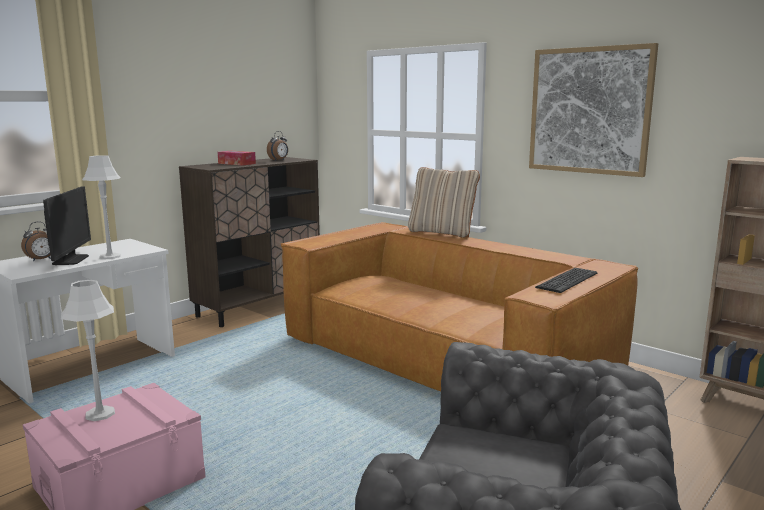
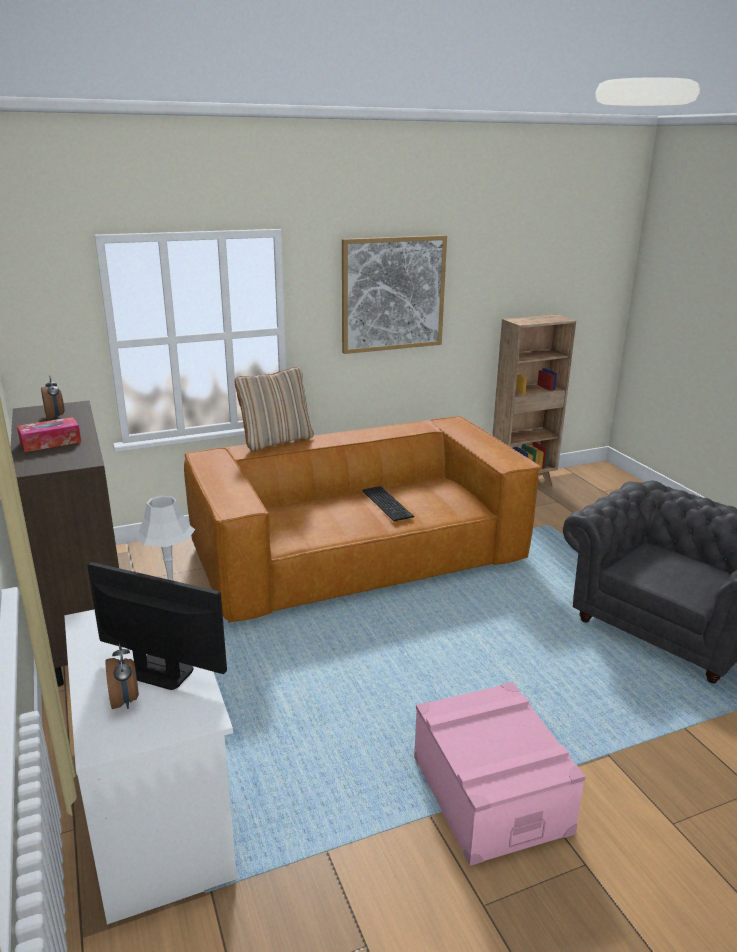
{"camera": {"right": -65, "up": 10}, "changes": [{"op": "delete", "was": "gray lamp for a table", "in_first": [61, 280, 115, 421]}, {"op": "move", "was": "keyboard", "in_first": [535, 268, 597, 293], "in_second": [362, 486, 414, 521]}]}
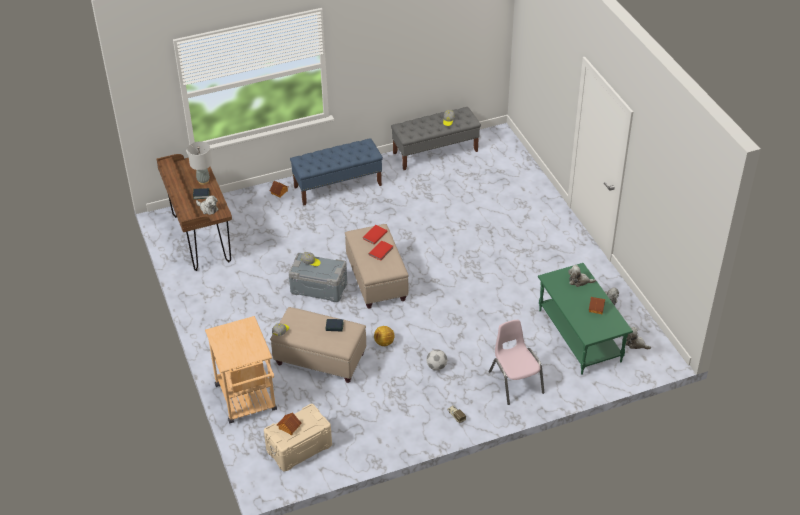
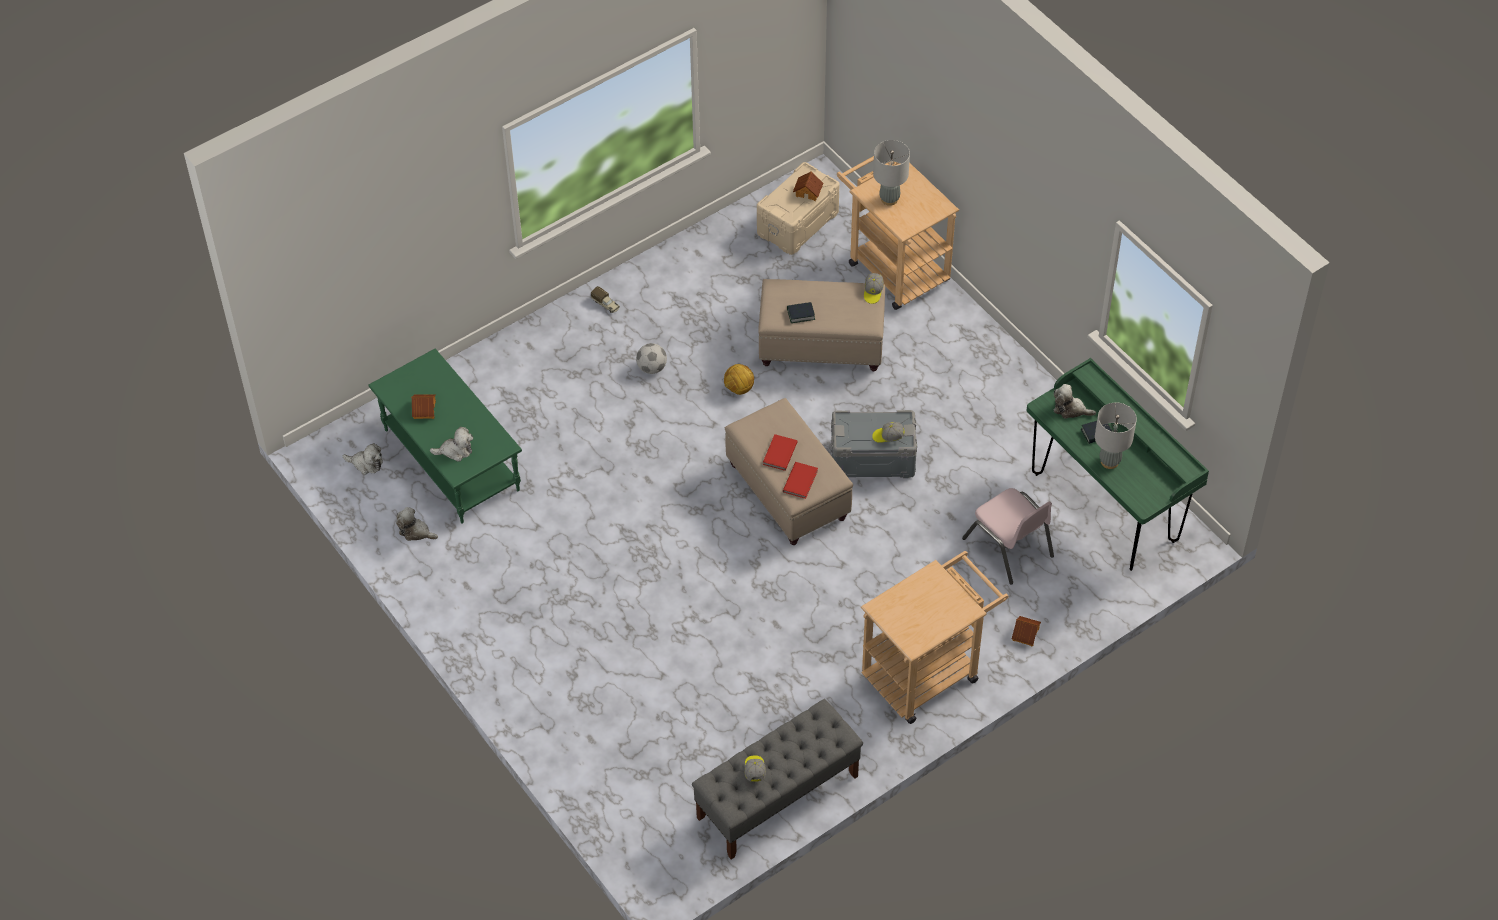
{"camera": {"right": 165, "up": 10}, "changes": [{"op": "insert", "now": "gray lamp for a table", "in_second": [873, 140, 910, 206]}, {"op": "move", "was": "pinkish chair", "in_first": [489, 320, 545, 405], "in_second": [962, 488, 1054, 585]}, {"op": "replace", "was": "blue-coloured indoor bench", "now": "sand-coloured wheeled cart", "in_first": [290, 138, 383, 206], "in_second": [861, 551, 1009, 724]}, {"op": "recolor", "was": "brownish desk table", "now": "green desk table", "in_first": [157, 154, 232, 271], "in_second": [1027, 358, 1209, 571]}]}
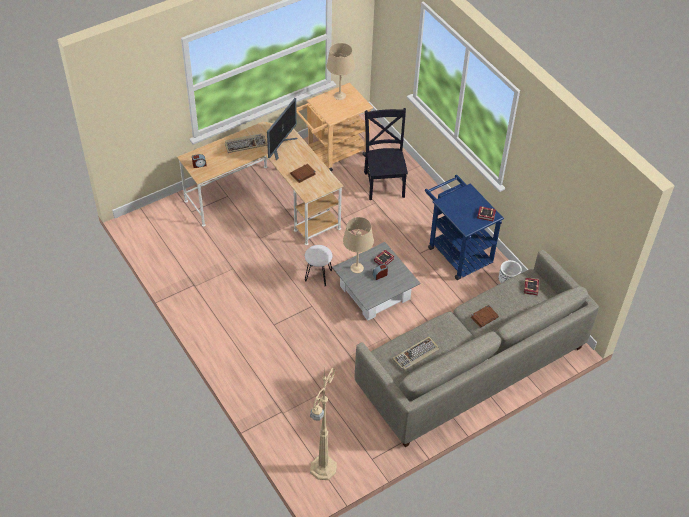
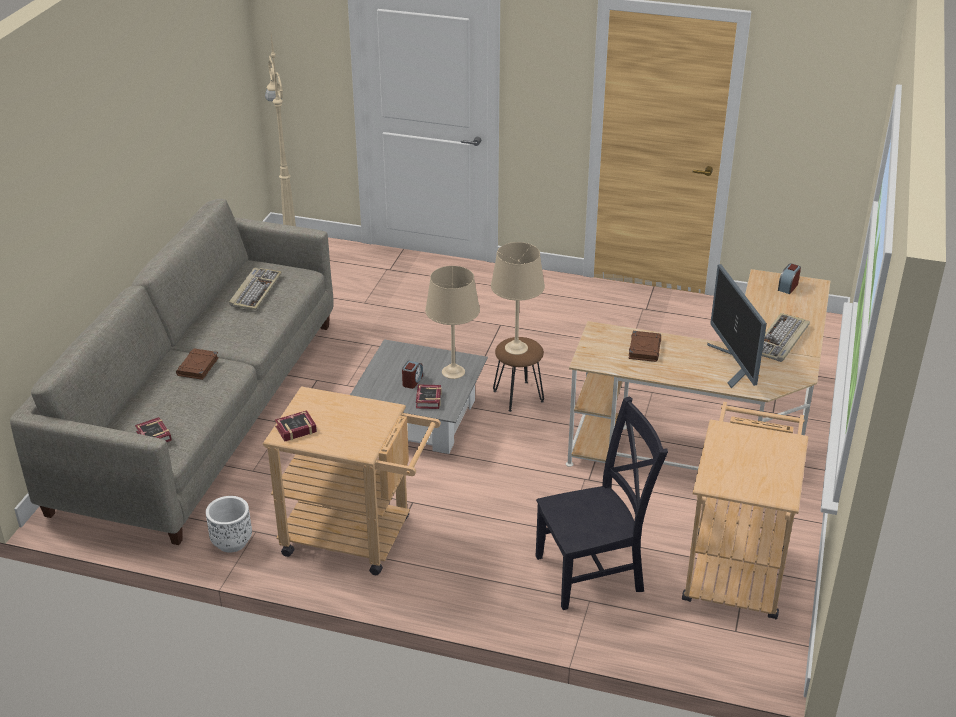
{"camera": {"right": 140, "up": -15}, "changes": [{"op": "move", "was": "sand-coloured lamp for a table", "in_first": [326, 43, 355, 100], "in_second": [491, 242, 545, 355]}, {"op": "recolor", "was": "white sitting stool", "now": "brownish sitting stool", "in_first": [305, 245, 332, 286], "in_second": [493, 337, 544, 412]}, {"op": "recolor", "was": "blue-coloured wheeled cart", "now": "sand-coloured wheeled cart", "in_first": [425, 175, 504, 280], "in_second": [263, 386, 441, 575]}, {"op": "rotate", "was": "blackish chair", "in_first": [364, 108, 408, 200], "in_second": [536, 396, 668, 610], "clockwise": -60}]}
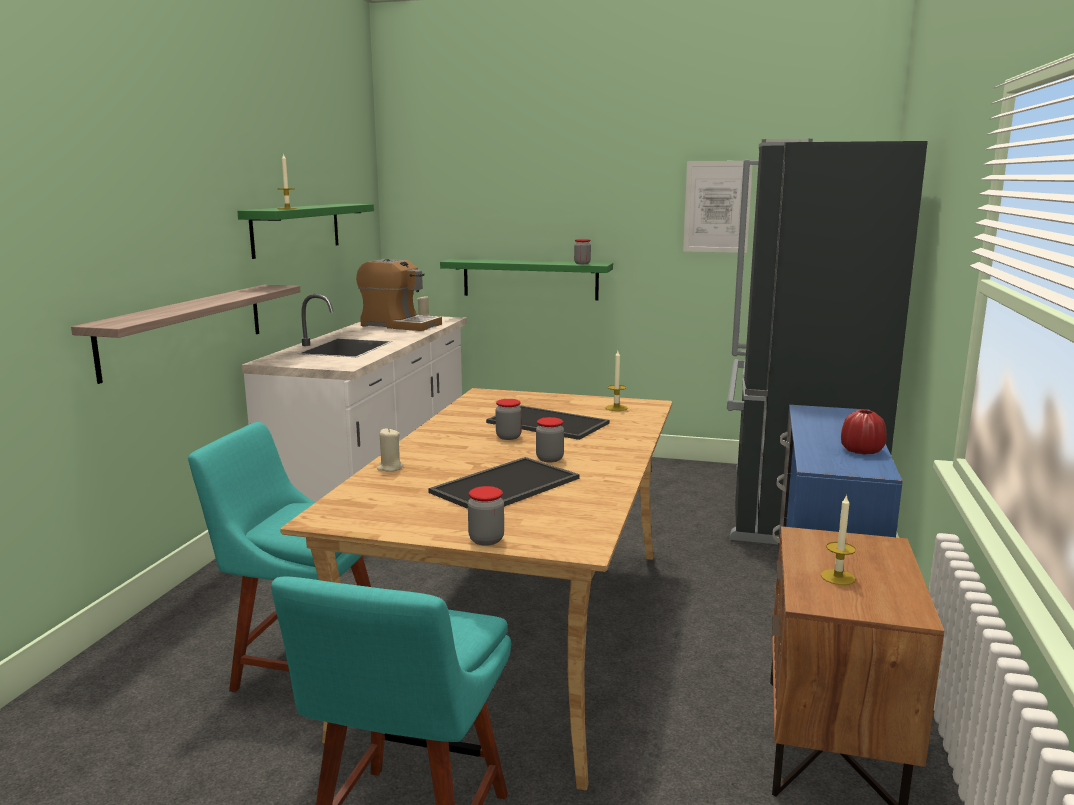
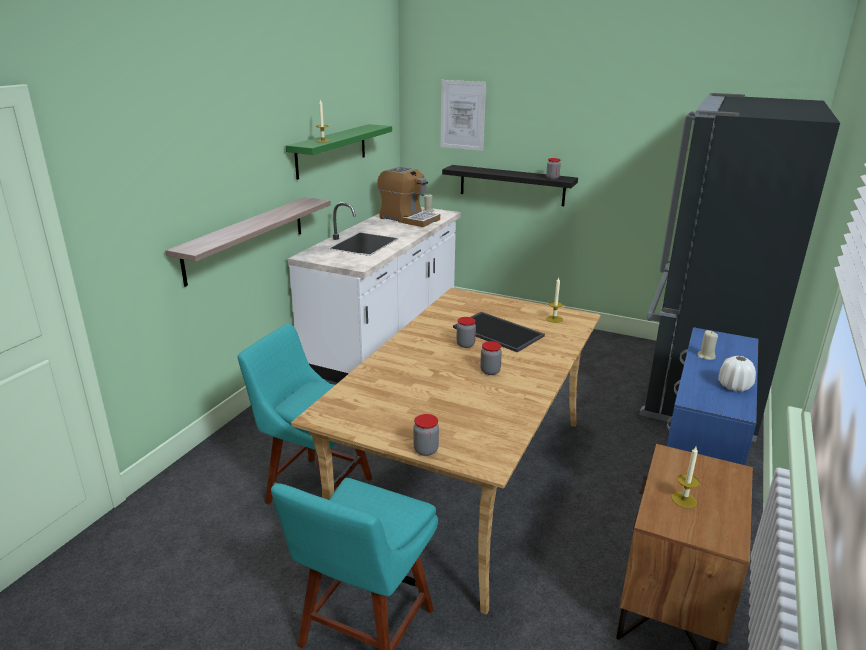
{"camera": {"right": 10, "up": 10}, "changes": [{"op": "delete", "was": "tray", "in_first": [428, 457, 579, 509]}, {"op": "move", "was": "sand-coloured wax candle", "in_first": [377, 428, 403, 472], "in_second": [697, 330, 718, 360]}, {"op": "move", "was": "wall picture", "in_first": [683, 161, 753, 253], "in_second": [441, 80, 486, 151]}, {"op": "recolor", "was": "green bracket shelf", "now": "blackish bracket shelf", "in_first": [440, 259, 613, 300], "in_second": [442, 165, 578, 206]}, {"op": "recolor", "was": "red-coloured vase", "now": "white vase", "in_first": [841, 410, 887, 455], "in_second": [718, 356, 756, 392]}]}
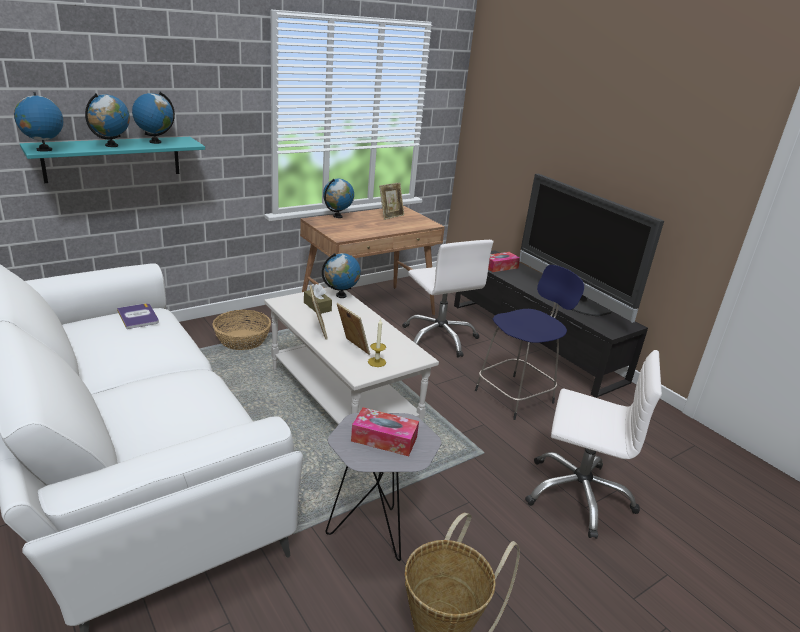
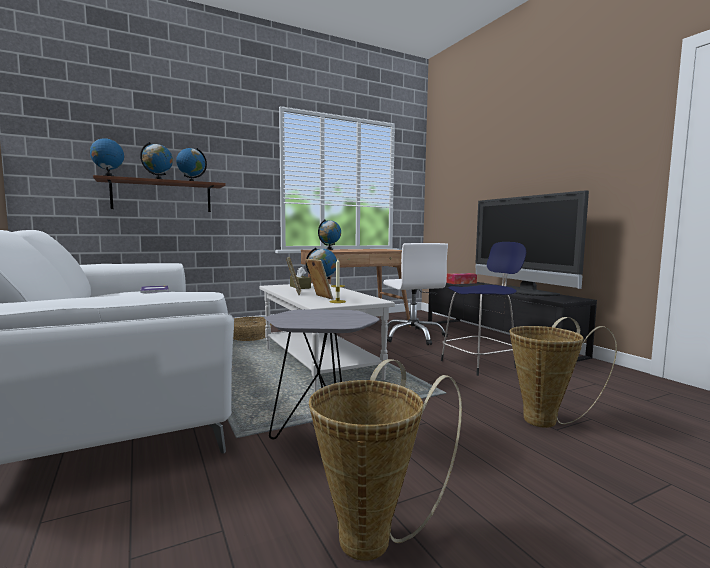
{"camera": {"right": 10, "up": -20}, "changes": [{"op": "delete", "was": "box of tissues", "in_first": [351, 407, 419, 456]}, {"op": "delete", "was": "picture frame", "in_first": [379, 182, 404, 220]}, {"op": "replace", "was": "white office chair", "now": "storage basket", "in_first": [525, 350, 662, 539], "in_second": [509, 317, 617, 428]}, {"op": "recolor", "was": "turquoise bracket shelf", "now": "brownish bracket shelf", "in_first": [20, 137, 205, 183], "in_second": [93, 175, 226, 212]}]}
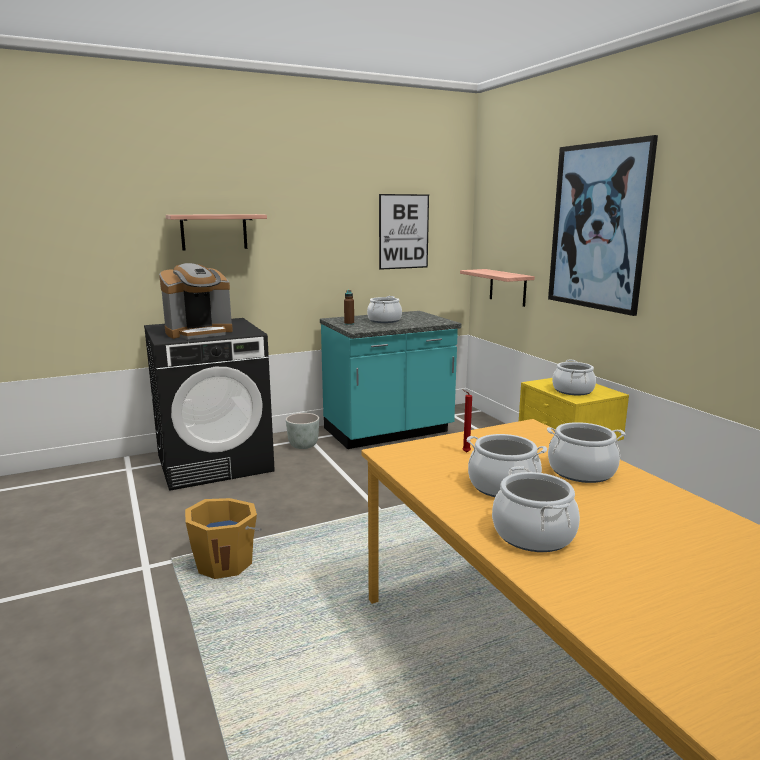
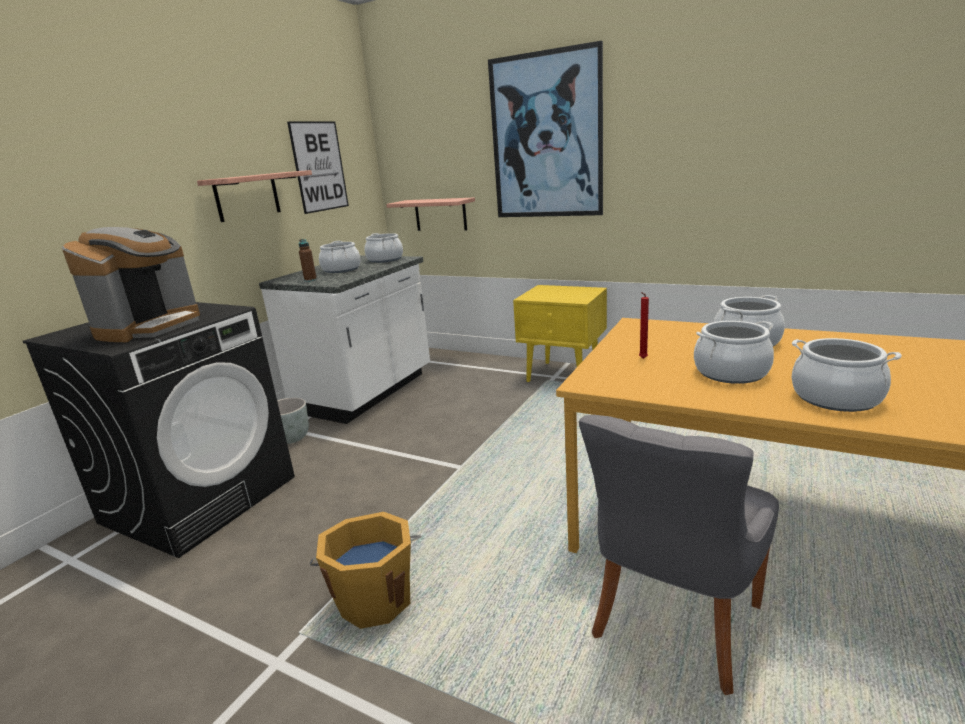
{"camera": {"right": -35, "up": 5}, "changes": [{"op": "insert", "now": "gray chair", "in_second": [579, 415, 779, 695]}, {"op": "move", "was": "bracket shelf", "in_first": [166, 214, 267, 251], "in_second": [197, 170, 312, 222]}, {"op": "move", "was": "cooking pot", "in_first": [552, 360, 596, 395], "in_second": [364, 233, 403, 263]}, {"op": "recolor", "was": "turquoise counter", "now": "white counter", "in_first": [320, 311, 461, 449], "in_second": [259, 256, 430, 424]}]}
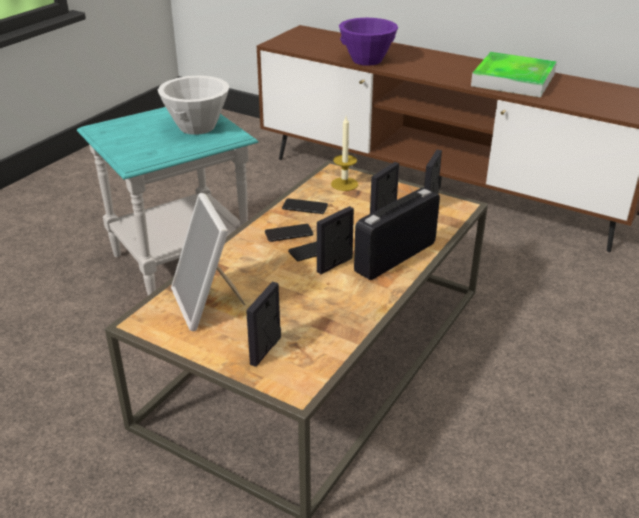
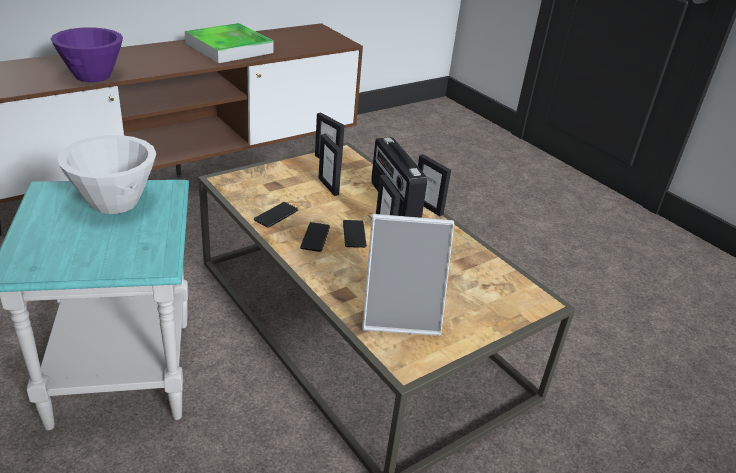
{"camera": {"right": -70, "up": 0}, "changes": [{"op": "delete", "was": "wax candle", "in_first": [331, 117, 358, 191]}, {"op": "move", "was": "picture frame", "in_first": [246, 282, 281, 367], "in_second": [418, 154, 451, 216]}]}
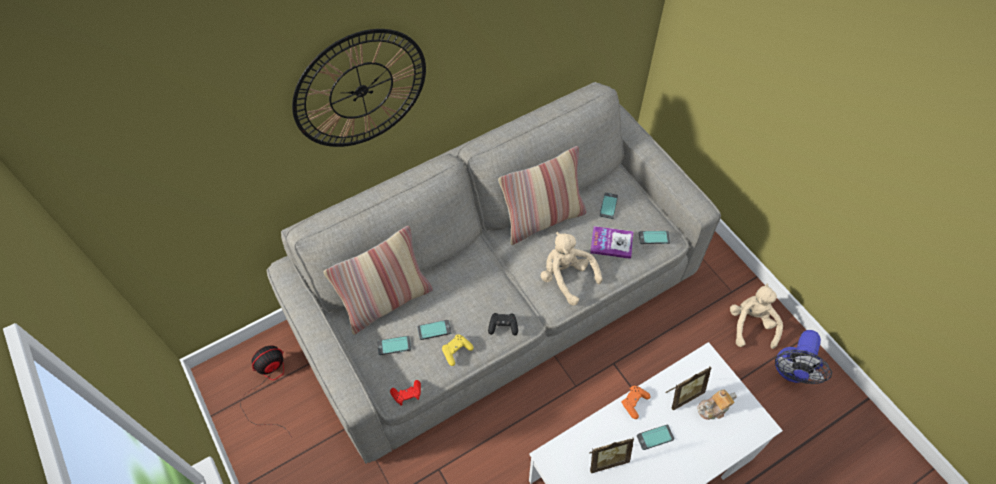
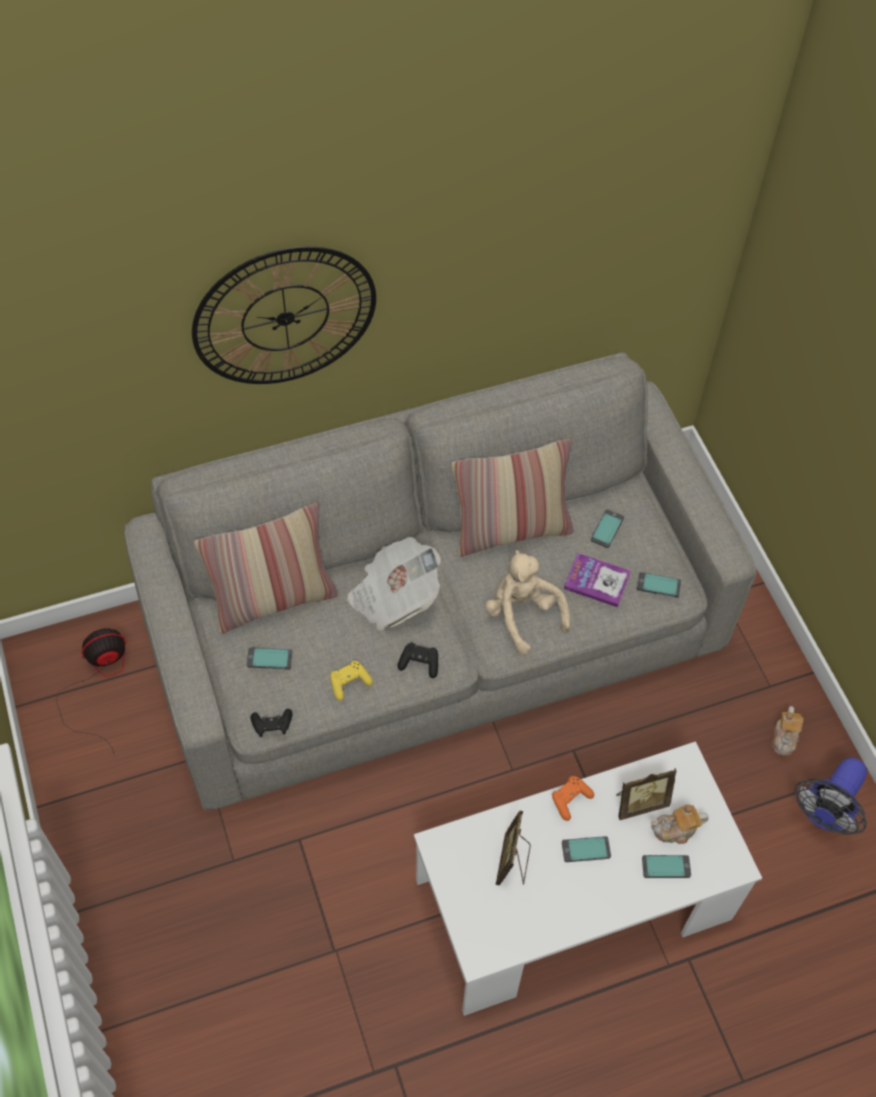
{"camera": {"right": 10, "up": 0}, "changes": [{"op": "insert", "now": "newspaper", "in_second": [348, 537, 441, 631]}, {"op": "move", "was": "telephone", "in_first": [418, 320, 452, 340], "in_second": [642, 855, 691, 878]}, {"op": "replace", "was": "sand-coloured plush toy", "now": "tea pot", "in_first": [730, 284, 783, 349], "in_second": [772, 706, 803, 756]}, {"op": "recolor", "was": "red-coloured game controller", "now": "blackish game controller", "in_first": [390, 380, 421, 406], "in_second": [250, 709, 293, 737]}, {"op": "rotate", "was": "picture frame", "in_first": [589, 438, 634, 473], "in_second": [496, 810, 531, 885], "clockwise": 105}]}
